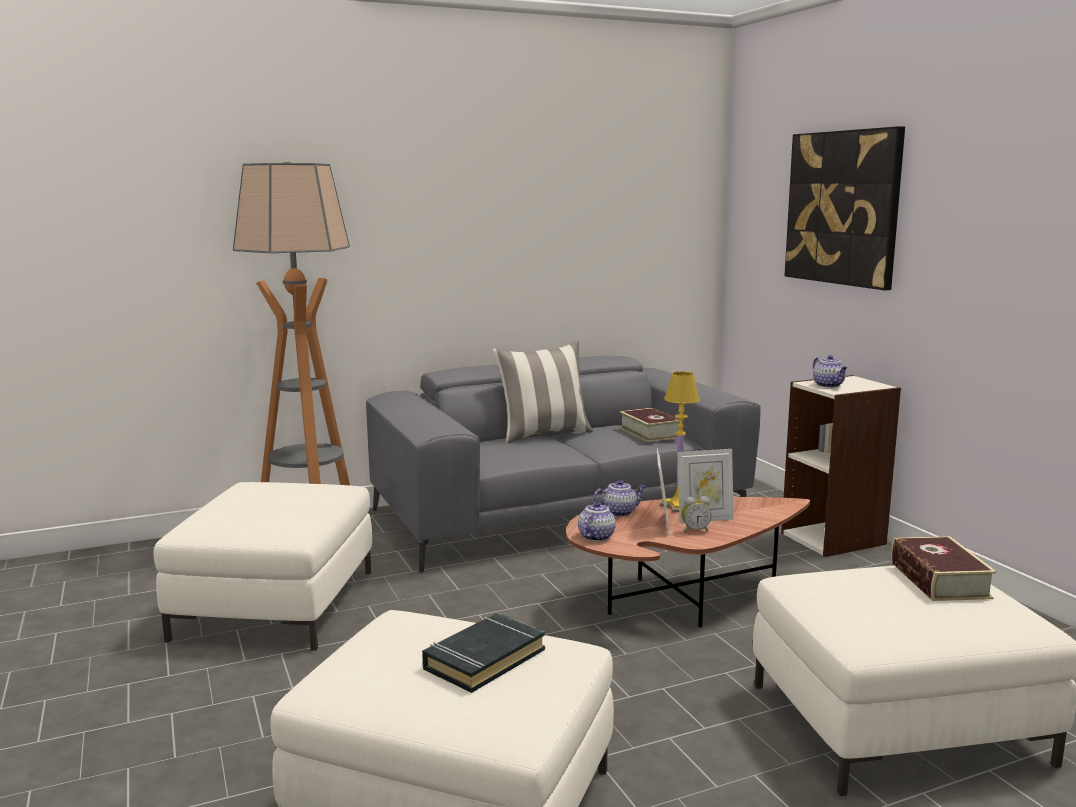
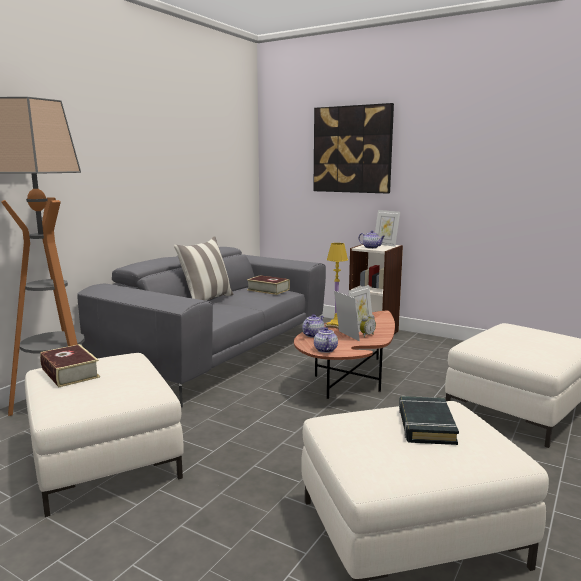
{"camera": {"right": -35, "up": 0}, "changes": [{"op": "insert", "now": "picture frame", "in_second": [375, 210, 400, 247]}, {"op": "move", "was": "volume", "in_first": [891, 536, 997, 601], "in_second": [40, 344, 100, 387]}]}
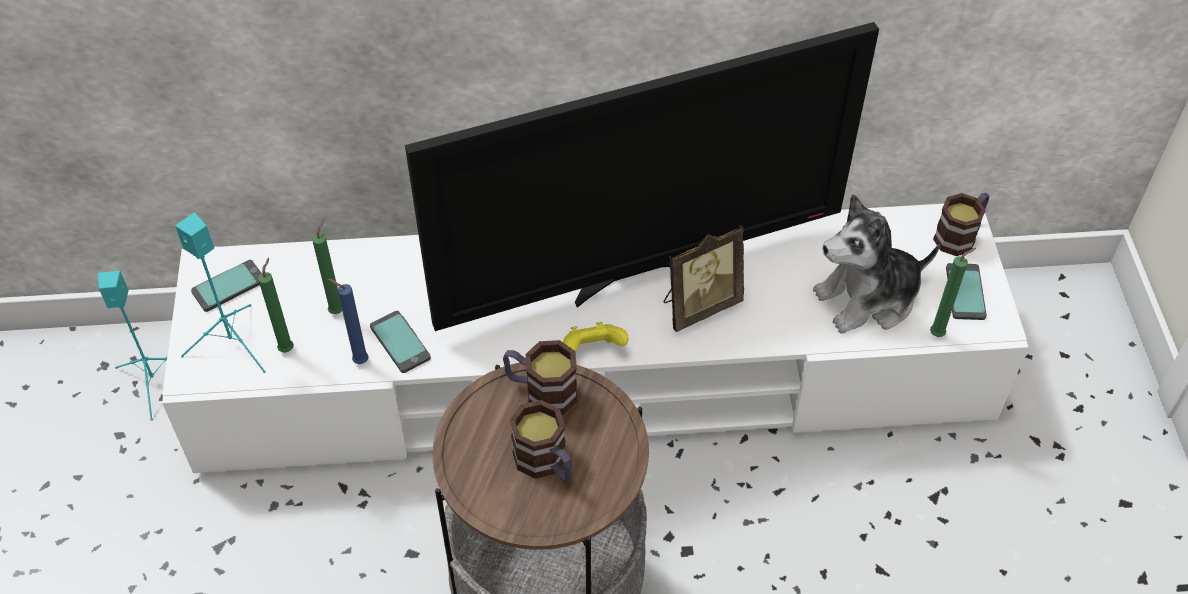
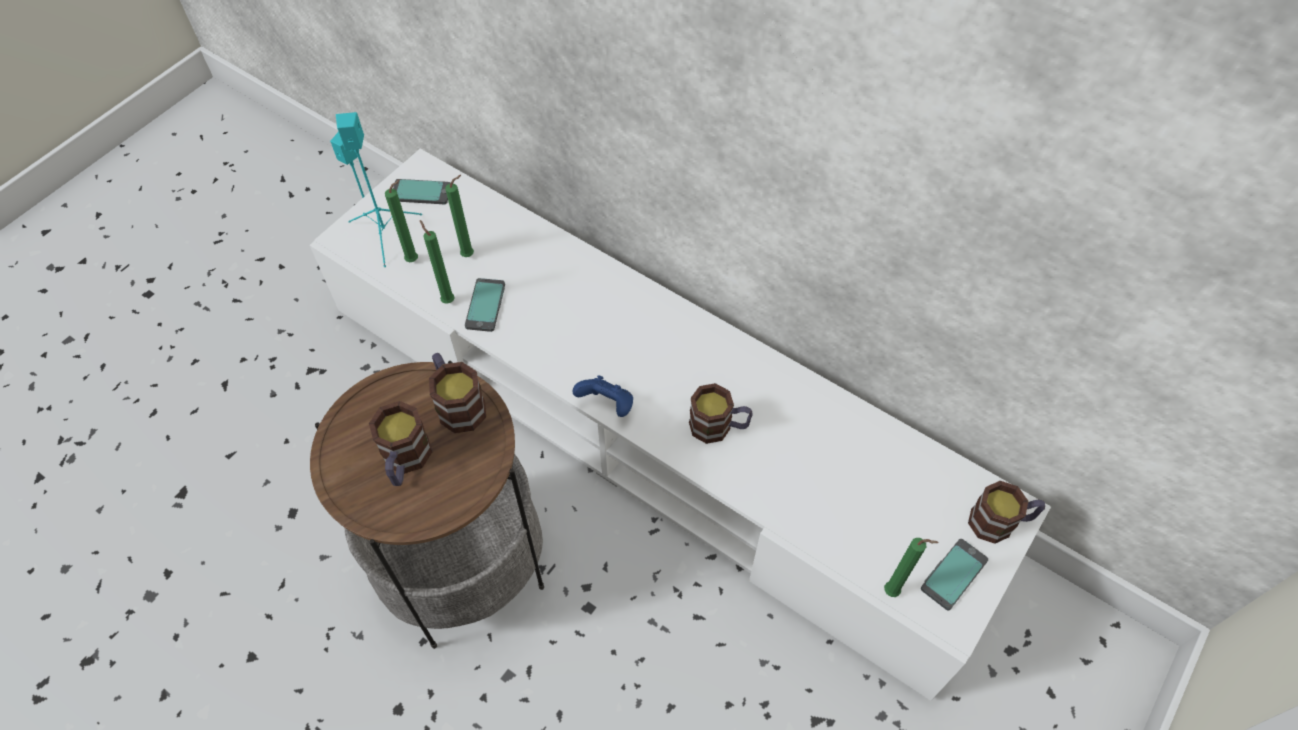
{"camera": {"right": 40, "up": 5}, "changes": [{"op": "delete", "was": "television", "in_first": [405, 22, 879, 331]}, {"op": "delete", "was": "plush toy", "in_first": [813, 194, 940, 334]}, {"op": "replace", "was": "picture frame", "now": "tea mug", "in_first": [663, 225, 744, 332], "in_second": [689, 383, 753, 444]}, {"op": "recolor", "was": "blue-coloured wax candle", "now": "green wax candle", "in_first": [328, 279, 368, 364], "in_second": [420, 220, 455, 304]}, {"op": "recolor", "was": "yellow-coloured game controller", "now": "blue-coloured game controller", "in_first": [563, 322, 629, 353], "in_second": [573, 375, 633, 417]}]}
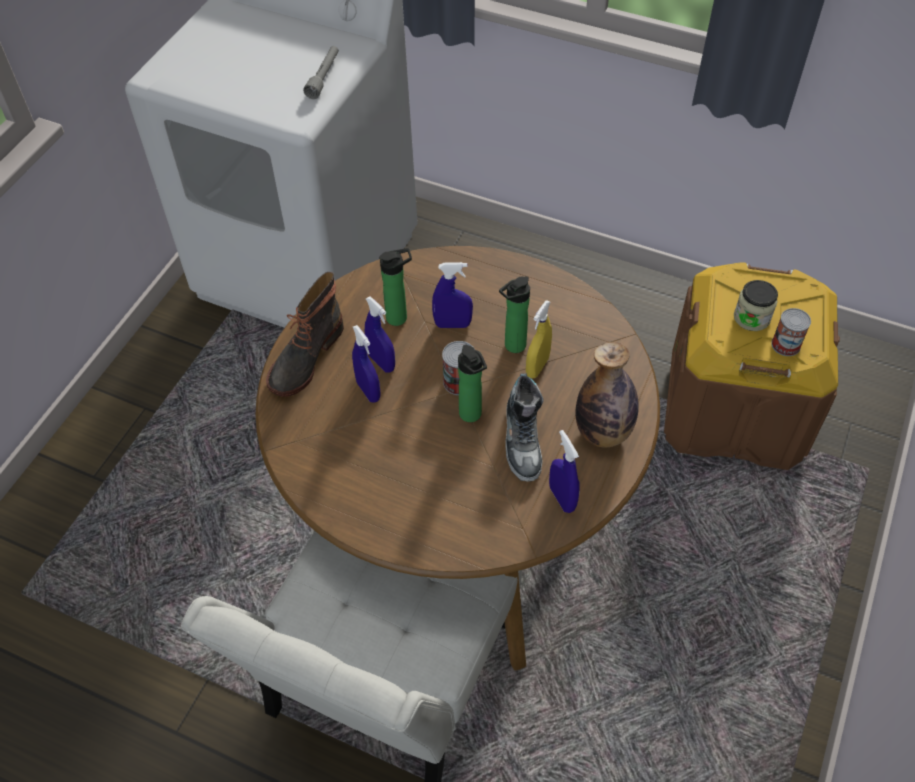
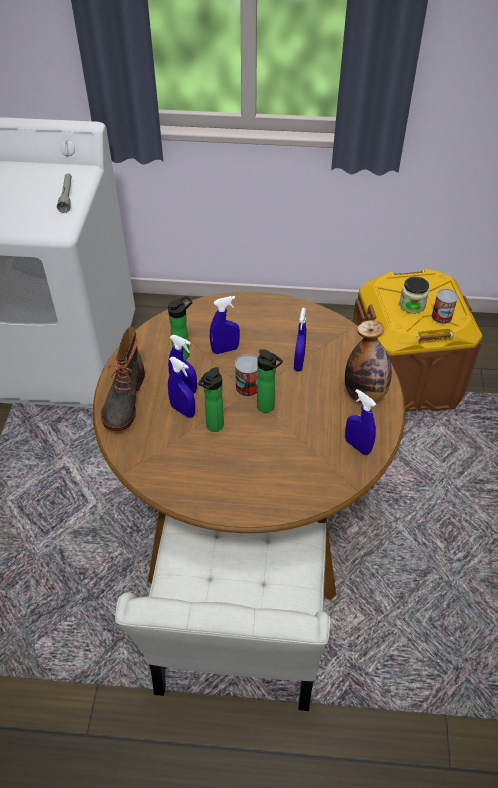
{"camera": {"right": -20, "up": -5}, "changes": [{"op": "delete", "was": "item of footwear", "in_first": [505, 373, 544, 482]}, {"op": "move", "was": "drink bottle", "in_first": [499, 276, 530, 353], "in_second": [198, 367, 224, 432]}, {"op": "recolor", "was": "yellow-coloured spray bottle", "now": "blue-coloured spray bottle", "in_first": [526, 300, 552, 378], "in_second": [294, 308, 306, 372]}]}
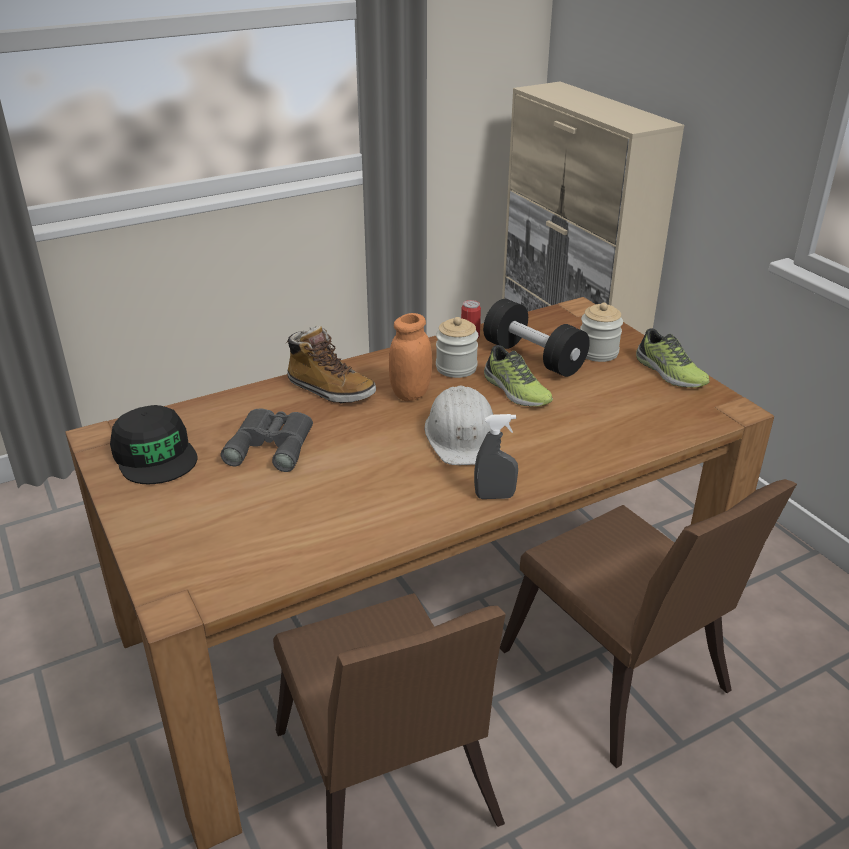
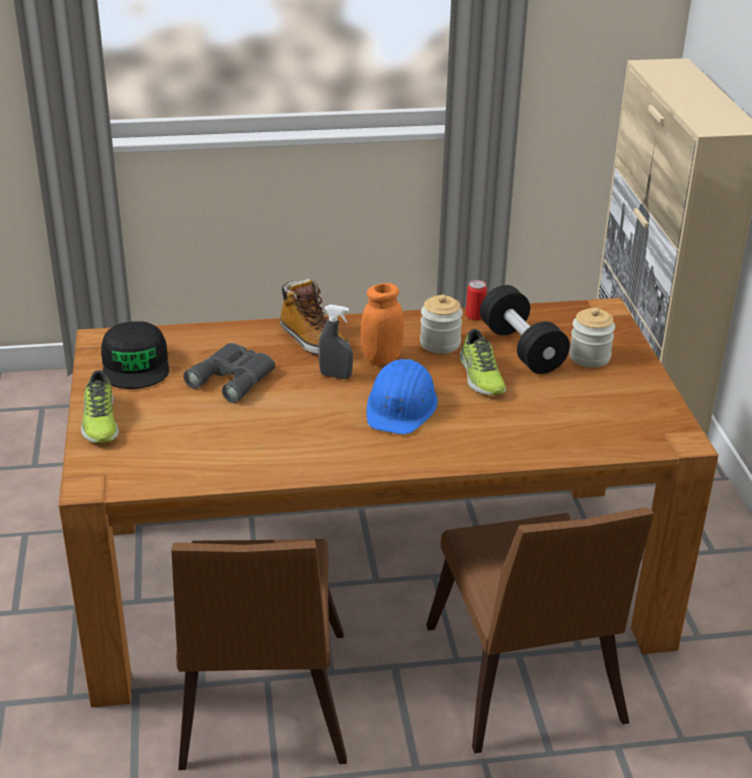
{"camera": {"right": 20, "up": 0}, "changes": [{"op": "move", "was": "gray spray bottle", "in_first": [474, 414, 518, 499], "in_second": [318, 304, 353, 379]}, {"op": "move", "was": "item of footwear", "in_first": [636, 328, 710, 388], "in_second": [81, 370, 119, 443]}, {"op": "recolor", "was": "white safety helmet", "now": "blue-coloured safety helmet", "in_first": [425, 386, 493, 465], "in_second": [366, 359, 438, 434]}]}
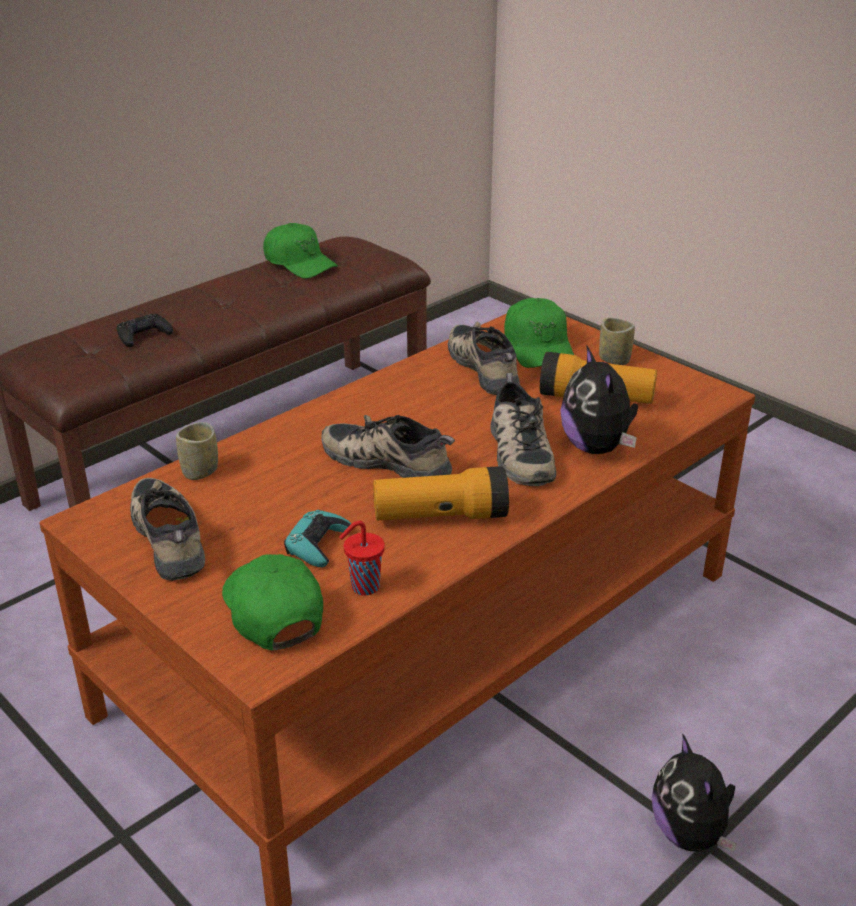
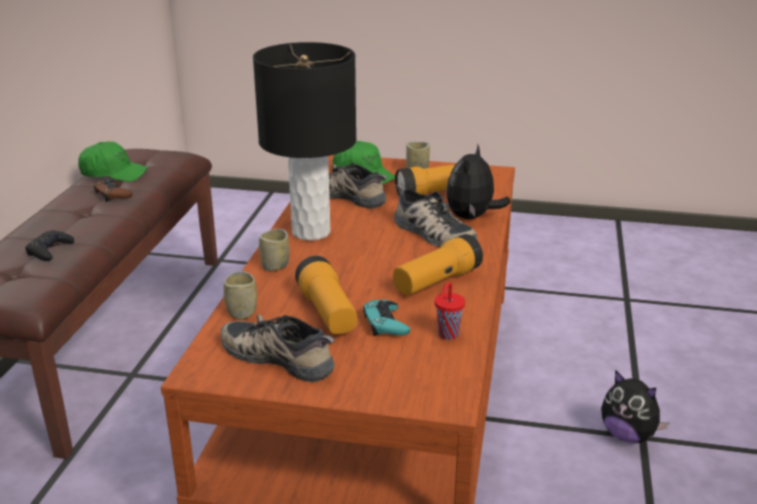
{"camera": {"right": -35, "up": -5}, "changes": [{"op": "delete", "was": "green baseball cap", "in_first": [222, 554, 323, 650]}, {"op": "delete", "was": "item of footwear", "in_first": [321, 415, 455, 478]}, {"op": "insert", "now": "brownish game controller", "in_second": [93, 178, 132, 202]}, {"op": "insert", "now": "blackish lamp for a table", "in_second": [253, 42, 356, 241]}, {"op": "insert", "now": "drinking cup", "in_second": [259, 229, 289, 271]}, {"op": "insert", "now": "flashlight", "in_second": [295, 256, 357, 334]}, {"op": "rotate", "was": "plush toy", "in_first": [560, 345, 638, 454], "in_second": [446, 144, 511, 219], "clockwise": 75}]}
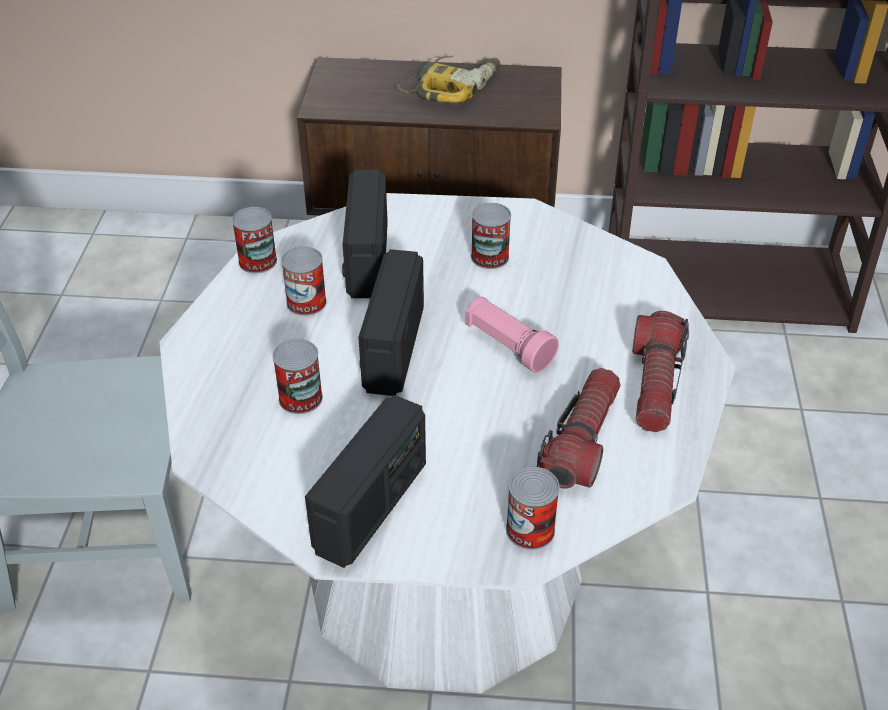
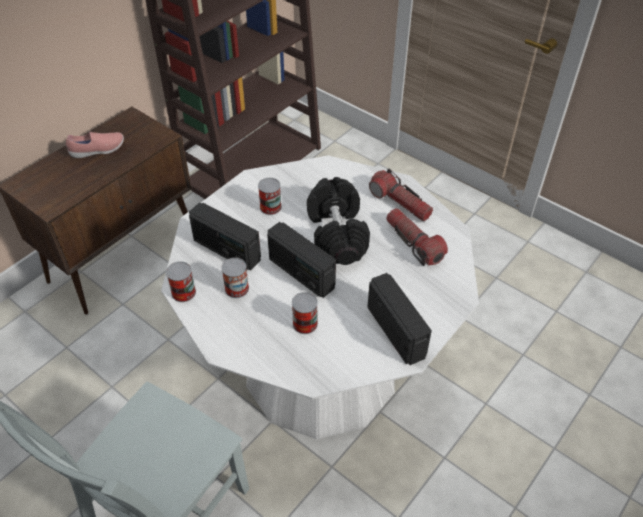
{"camera": {"right": -55, "up": 5}, "changes": [{"op": "delete", "was": "can", "in_first": [506, 466, 560, 550]}, {"op": "replace", "was": "electric drill", "now": "pinkish item of footwear", "in_first": [397, 55, 500, 103], "in_second": [66, 132, 124, 158]}, {"op": "replace", "was": "pinkish flashlight", "now": "blackish free weight", "in_first": [465, 297, 559, 373], "in_second": [307, 177, 370, 265]}]}
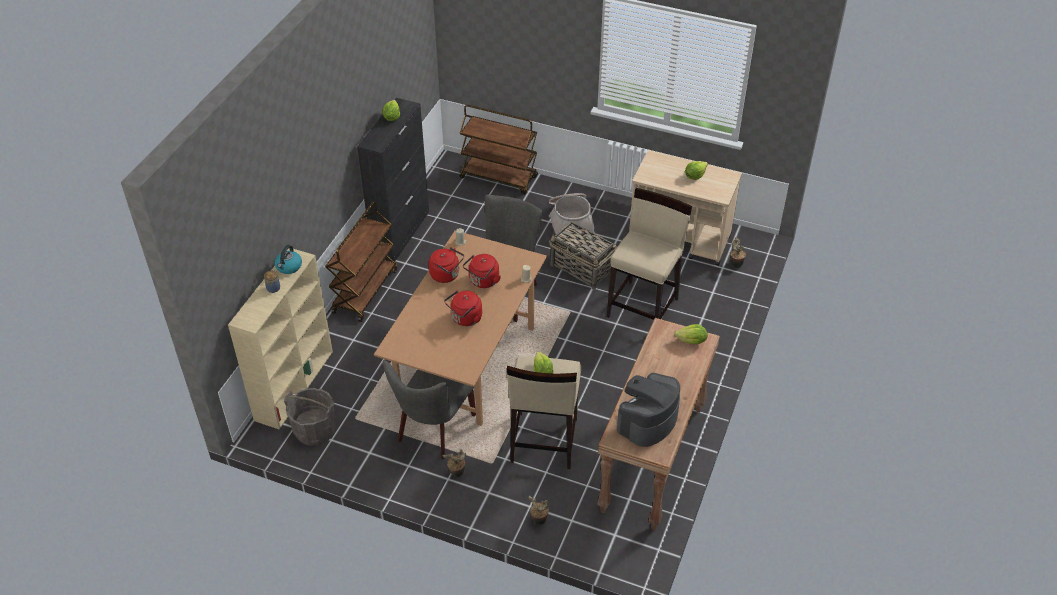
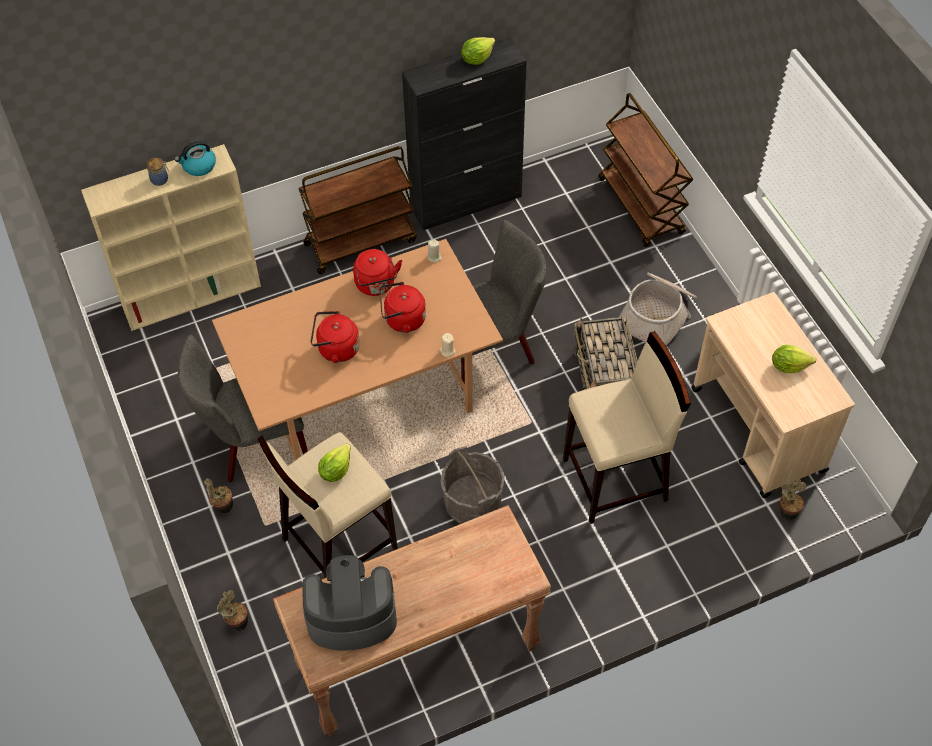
{"camera": {"right": 45, "up": 10}, "changes": [{"op": "delete", "was": "lettuce head", "in_first": [674, 324, 708, 344]}, {"op": "move", "was": "gray water bucket", "in_first": [284, 388, 336, 446], "in_second": [441, 446, 505, 524]}]}
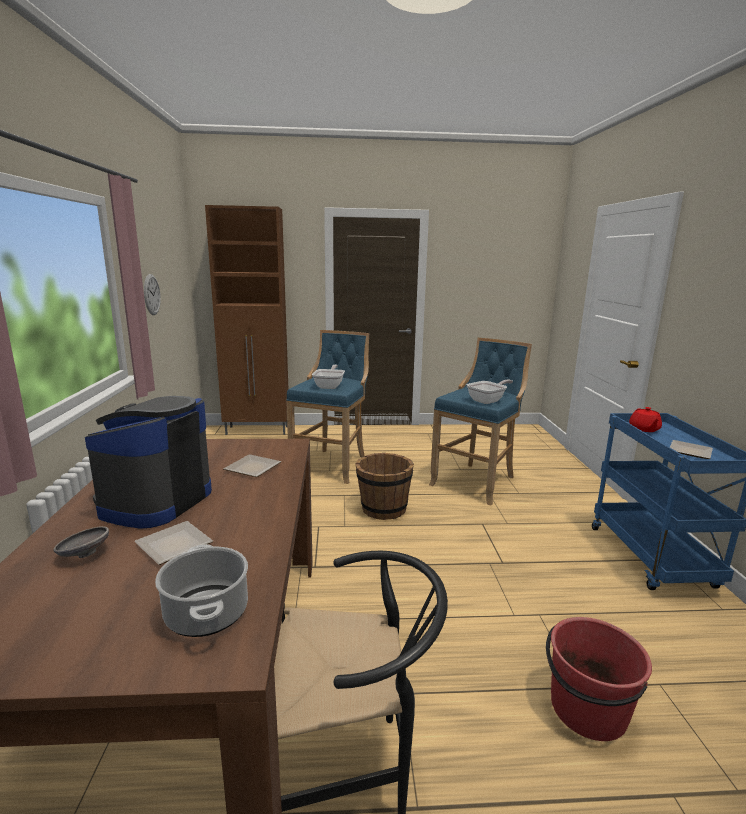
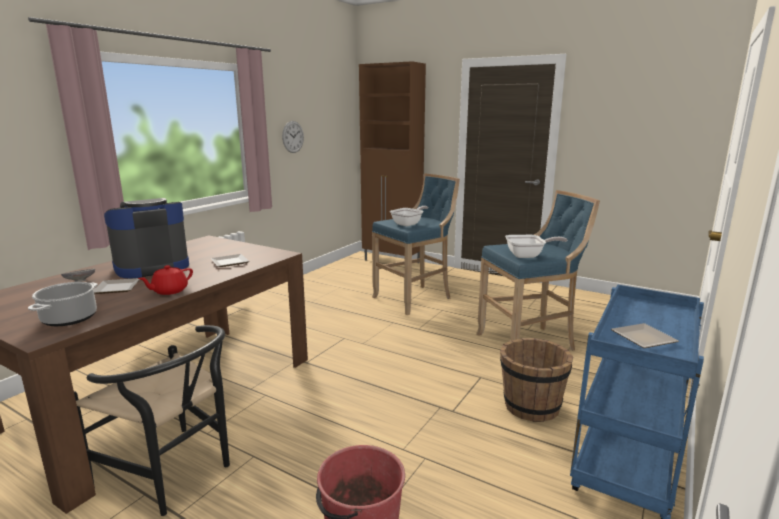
{"camera": {"right": 35, "up": 0}, "changes": [{"op": "move", "was": "brownish water bucket", "in_first": [355, 453, 414, 520], "in_second": [500, 338, 573, 422]}, {"op": "move", "was": "red-coloured tea pot", "in_first": [629, 407, 662, 432], "in_second": [138, 265, 193, 295]}]}
